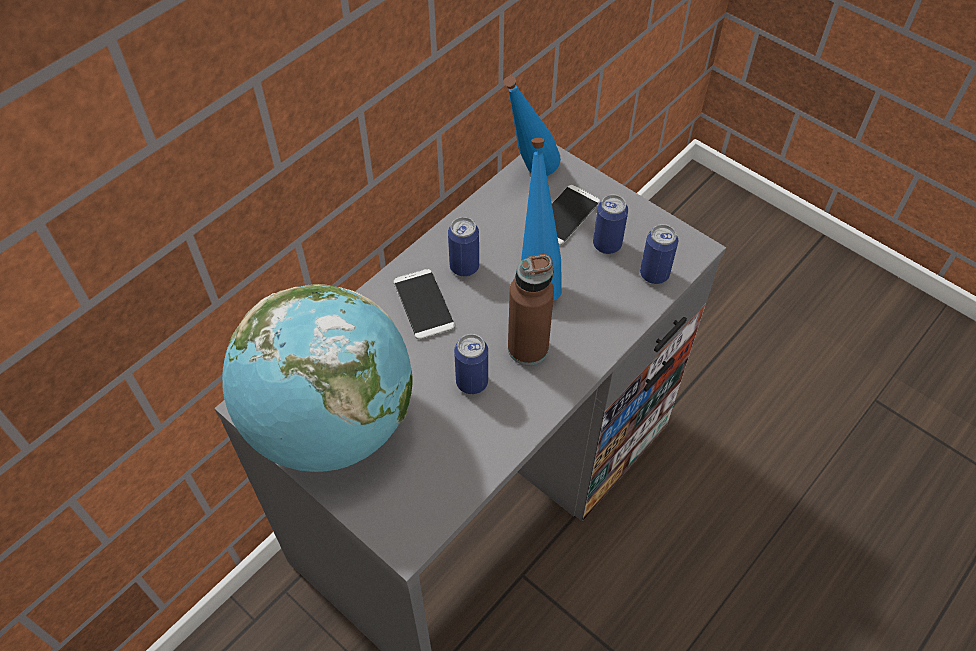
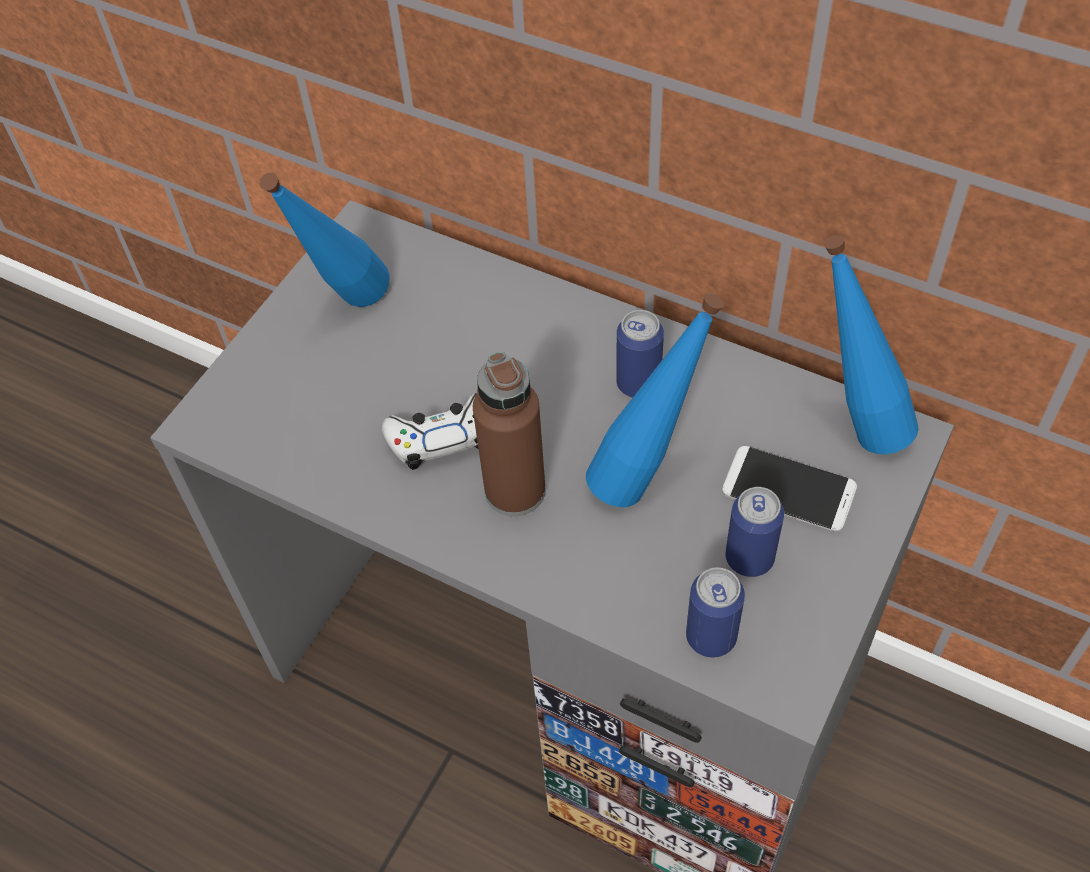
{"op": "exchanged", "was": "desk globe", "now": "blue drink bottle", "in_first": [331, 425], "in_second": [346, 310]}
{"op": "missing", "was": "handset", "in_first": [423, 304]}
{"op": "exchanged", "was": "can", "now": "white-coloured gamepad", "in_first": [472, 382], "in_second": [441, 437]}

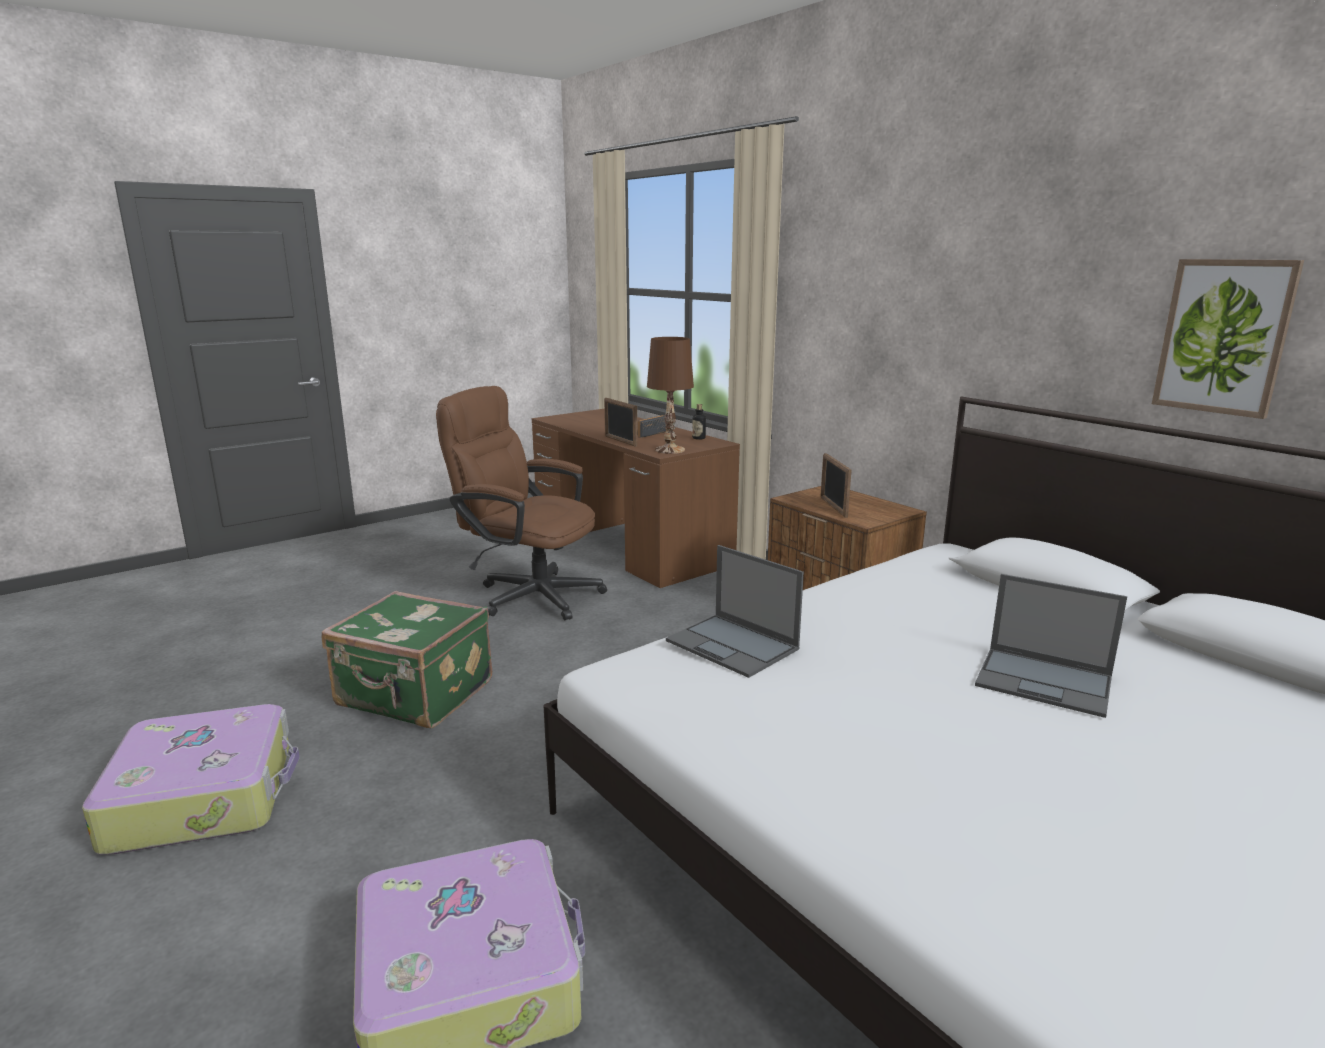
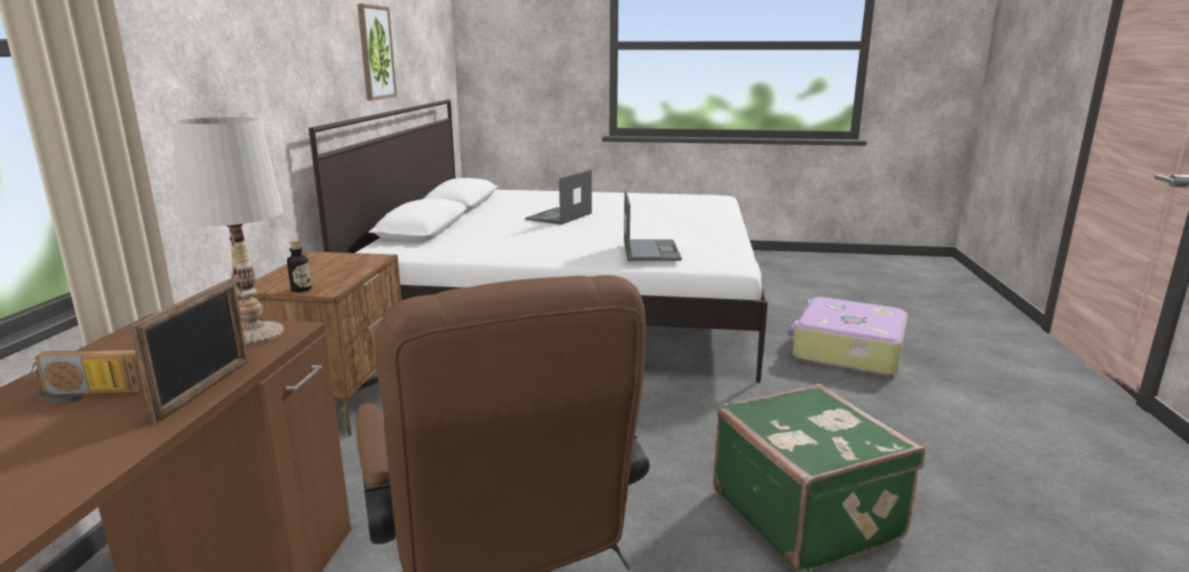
{"op": "missing", "was": "suitcase", "in_first": [205, 796]}
{"op": "colour", "was": "brownish lamp for a table", "now": "white-coloured lamp for a table", "in_first": [669, 450], "in_second": [253, 334]}
{"op": "relocated", "was": "drink bottle", "in_first": [698, 438], "in_second": [301, 289]}
{"op": "missing", "was": "standing frame", "in_first": [833, 507]}
{"op": "spun", "was": "laptop", "in_first": [1045, 682], "in_second": [559, 216], "clockwise": -135}

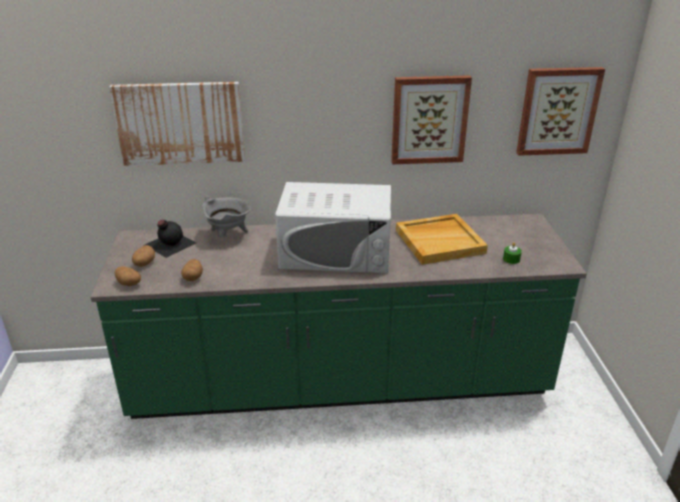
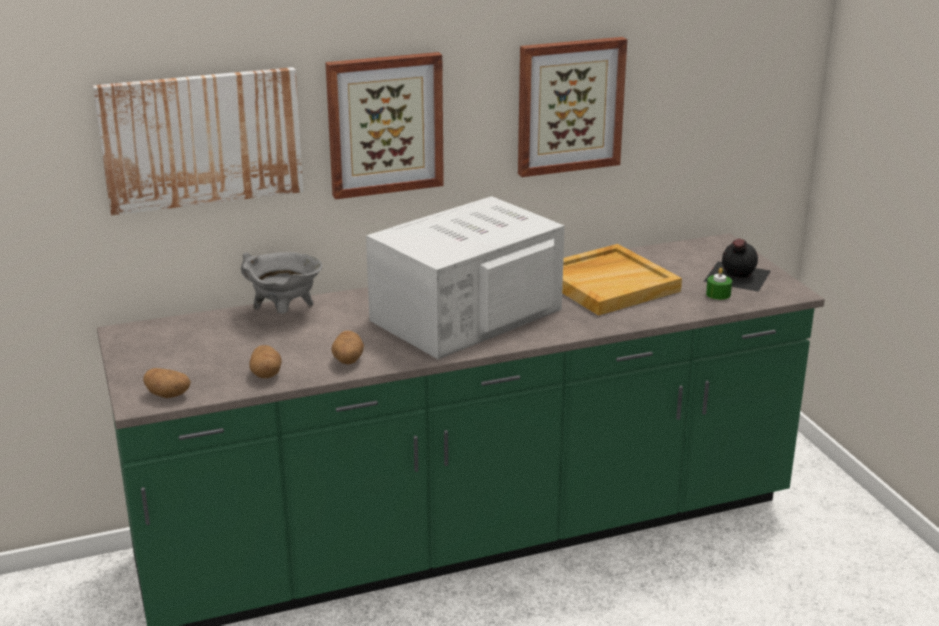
{"op": "relocated", "was": "spud", "in_first": [144, 264], "in_second": [348, 360]}
{"op": "relocated", "was": "blackish drink bottle", "in_first": [169, 244], "in_second": [736, 276]}
{"op": "spun", "was": "white-coloured microwave oven", "in_first": [336, 252], "in_second": [465, 315], "clockwise": 150}
{"op": "relocated", "was": "wall art", "in_first": [557, 111], "in_second": [384, 124]}

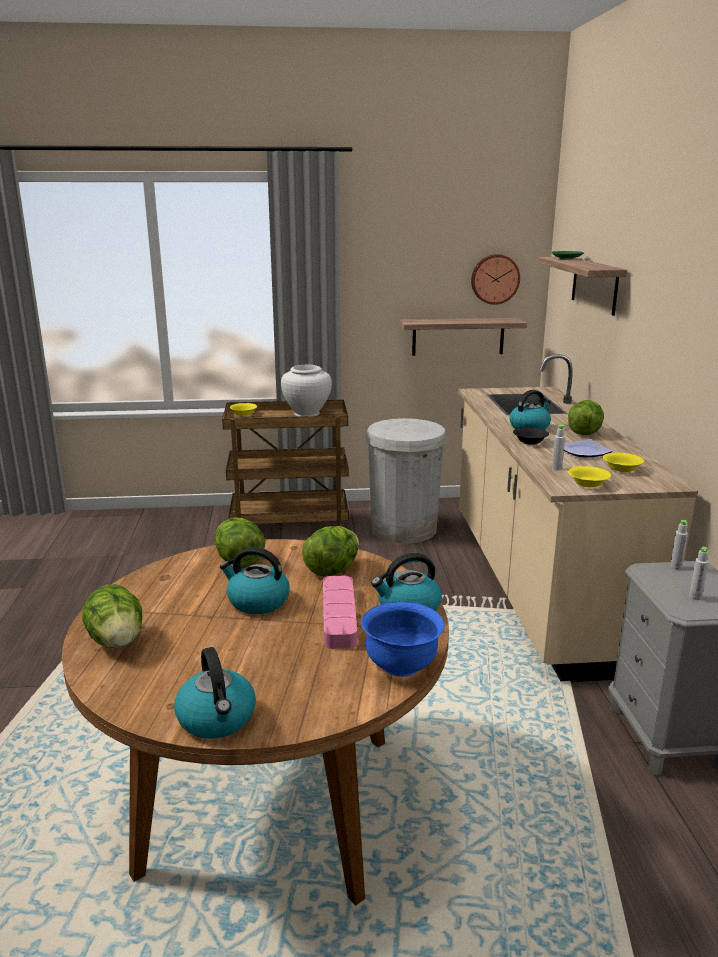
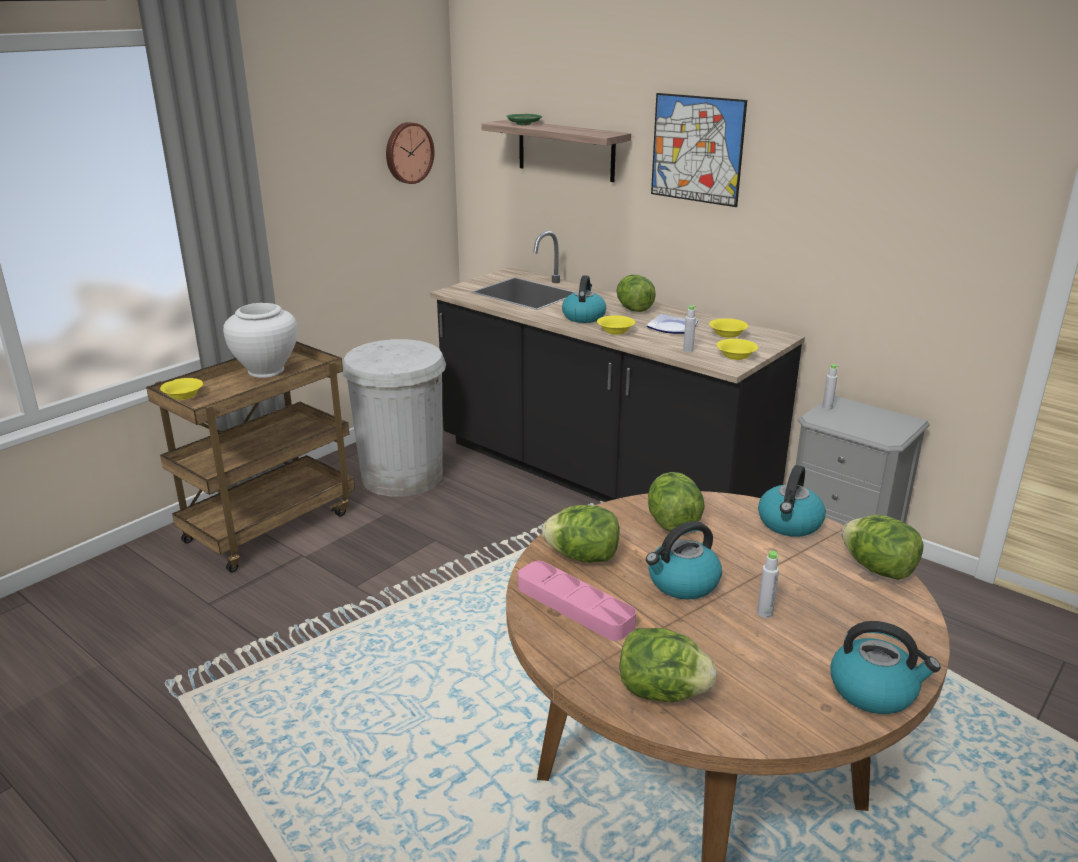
{"op": "relocated", "was": "pink-coloured tray", "in_first": [339, 616], "in_second": [574, 606]}
{"op": "exchanged", "was": "blue bowl", "now": "lettuce", "in_first": [401, 665], "in_second": [878, 569]}
{"op": "missing", "was": "shelf", "in_first": [458, 336]}
{"op": "colour", "was": "beige-coloured kitchen base unit", "now": "blackish kitchen base unit", "in_first": [538, 586], "in_second": [599, 479]}
{"op": "colour", "was": "blackish bowl", "now": "yellow bowl", "in_first": [529, 442], "in_second": [615, 331]}
{"op": "relocated", "was": "gray drink bottle", "in_first": [695, 597], "in_second": [764, 613]}
{"op": "appeared", "now": "wall art", "in_second": [697, 149]}

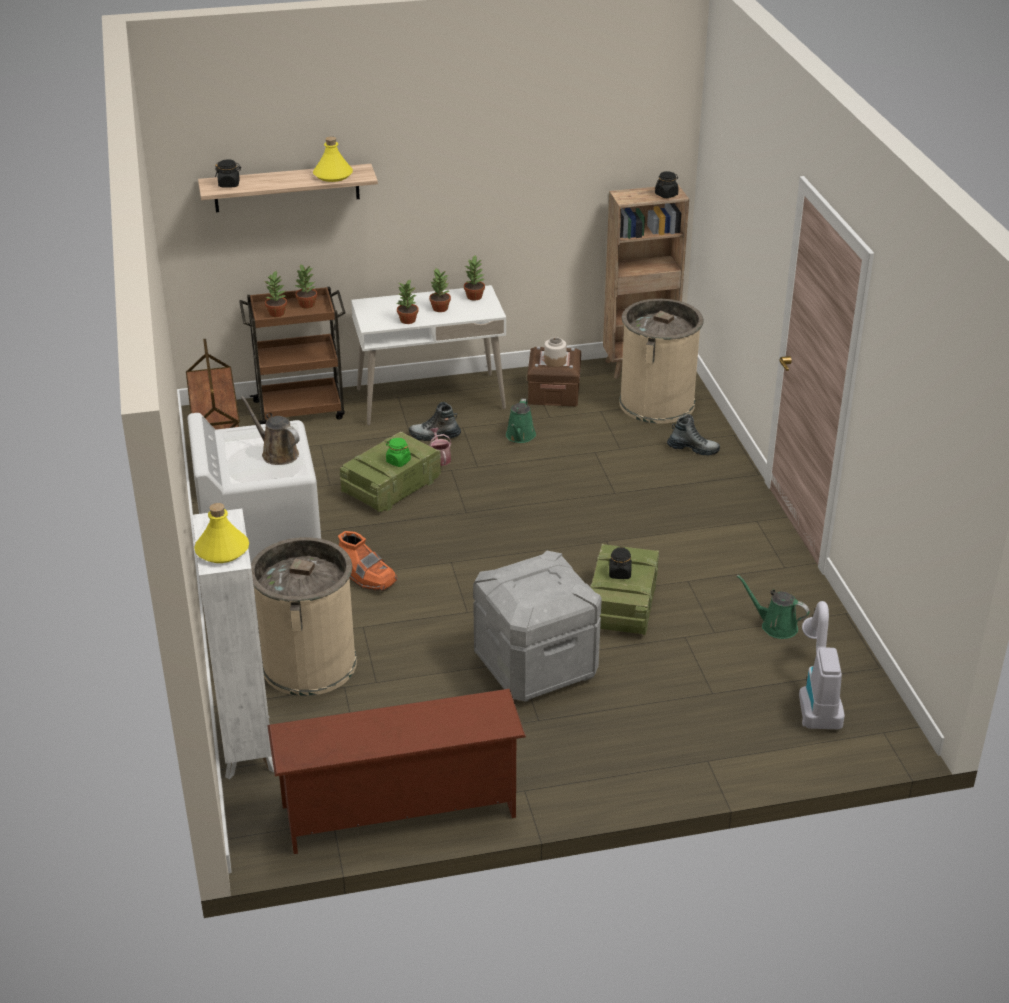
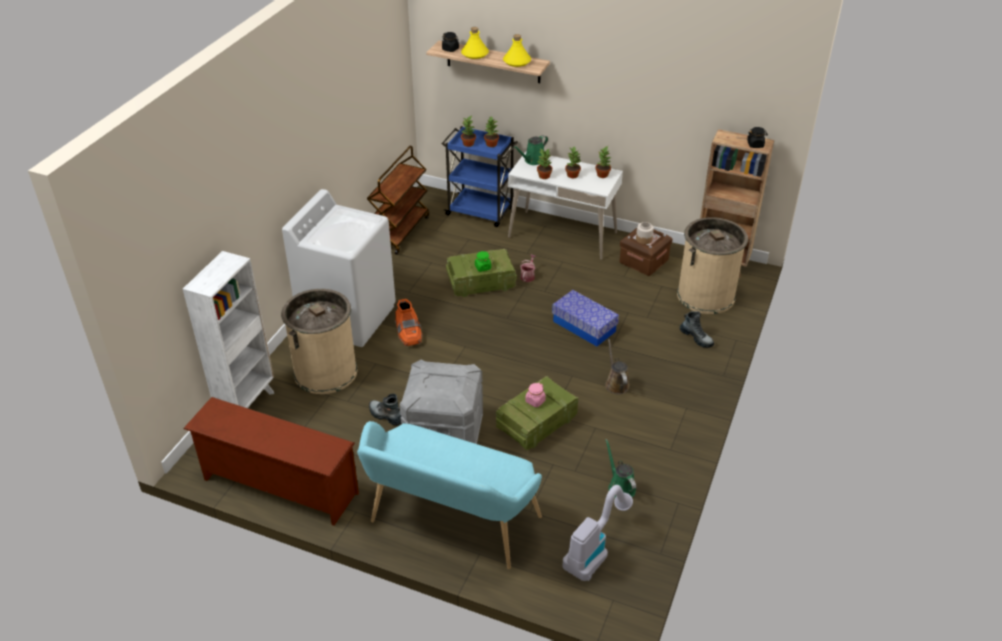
{"op": "relocated", "was": "yellow drink bottle", "in_first": [222, 550], "in_second": [475, 54]}
{"op": "colour", "was": "brownish trolley", "now": "blue trolley", "in_first": [301, 409], "in_second": [481, 212]}
{"op": "relocated", "was": "brownish watering pot", "in_first": [277, 453], "in_second": [616, 383]}
{"op": "relocated", "was": "high-top boot", "in_first": [435, 436], "in_second": [386, 416]}
{"op": "relocated", "was": "greenish watering pot", "in_first": [520, 436], "in_second": [533, 160]}
{"op": "colour", "was": "blackish jar", "now": "pink-coloured jar", "in_first": [620, 573], "in_second": [535, 401]}
{"op": "appeared", "now": "blue-green bench", "in_second": [450, 524]}
{"op": "appeared", "now": "storage container", "in_second": [584, 326]}

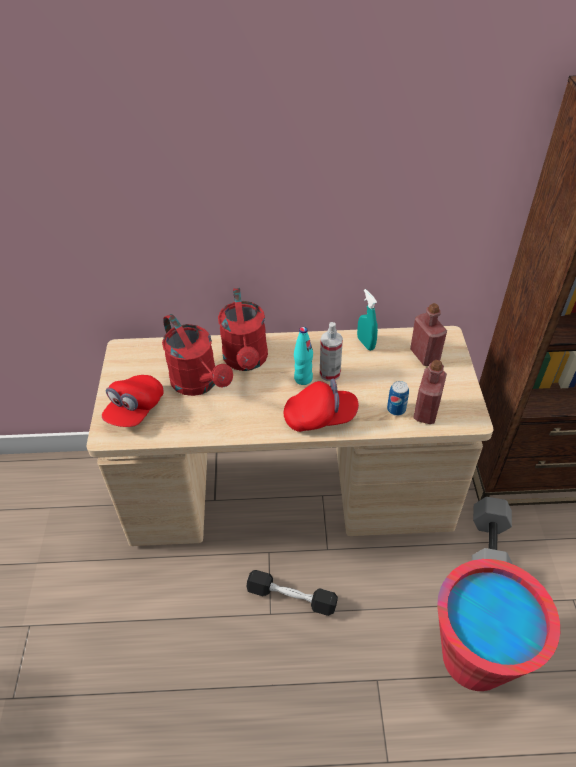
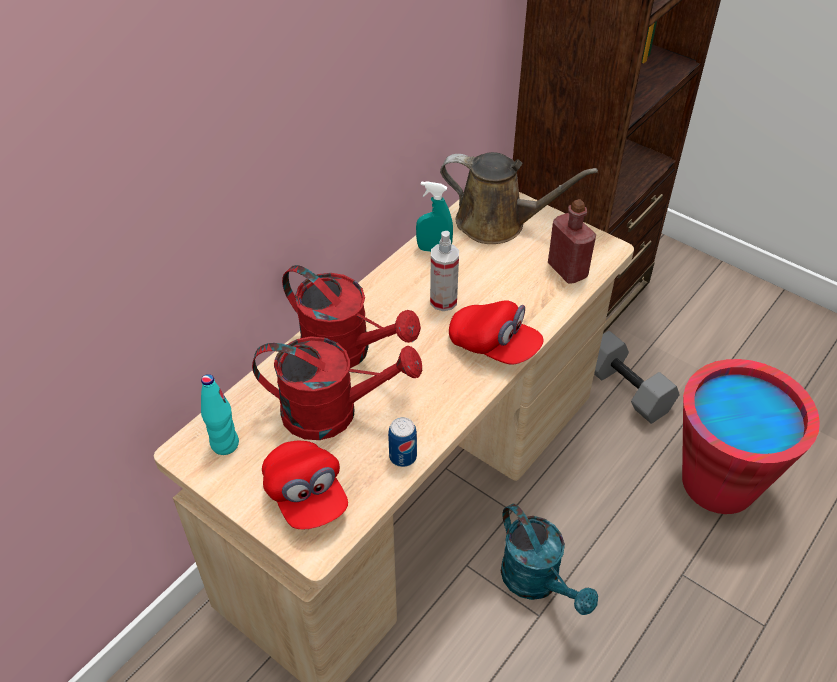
{"op": "exchanged", "was": "blackish hand weight", "now": "blue-green watering pot", "in_first": [291, 597], "in_second": [537, 582]}
{"op": "spun", "was": "reddish baseball cap", "in_first": [320, 417], "in_second": [494, 346], "clockwise": 90}
{"op": "relocated", "was": "blue-green drink bottle", "in_first": [303, 378], "in_second": [224, 444]}
{"op": "relocated", "was": "can", "in_first": [396, 409], "in_second": [403, 457]}
{"op": "exchanged", "was": "reddish drink bottle", "now": "brownish watering pot", "in_first": [424, 355], "in_second": [497, 223]}

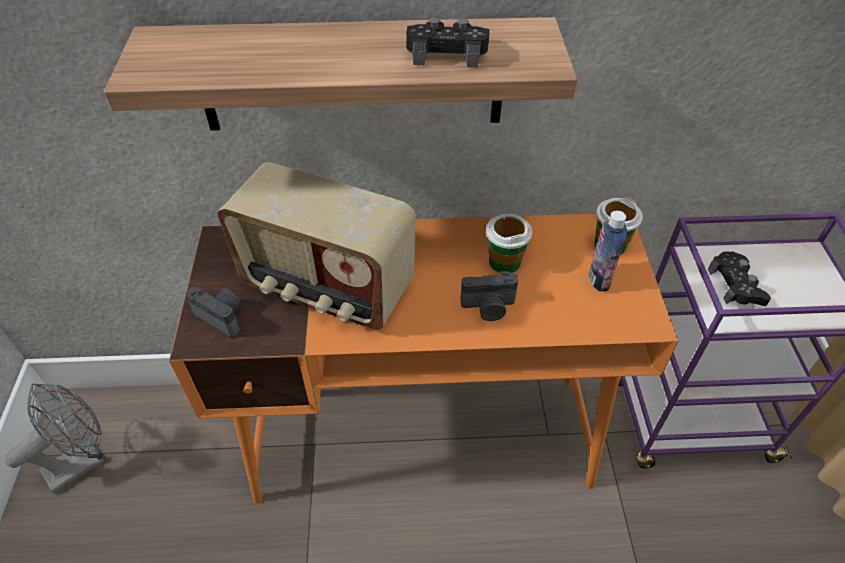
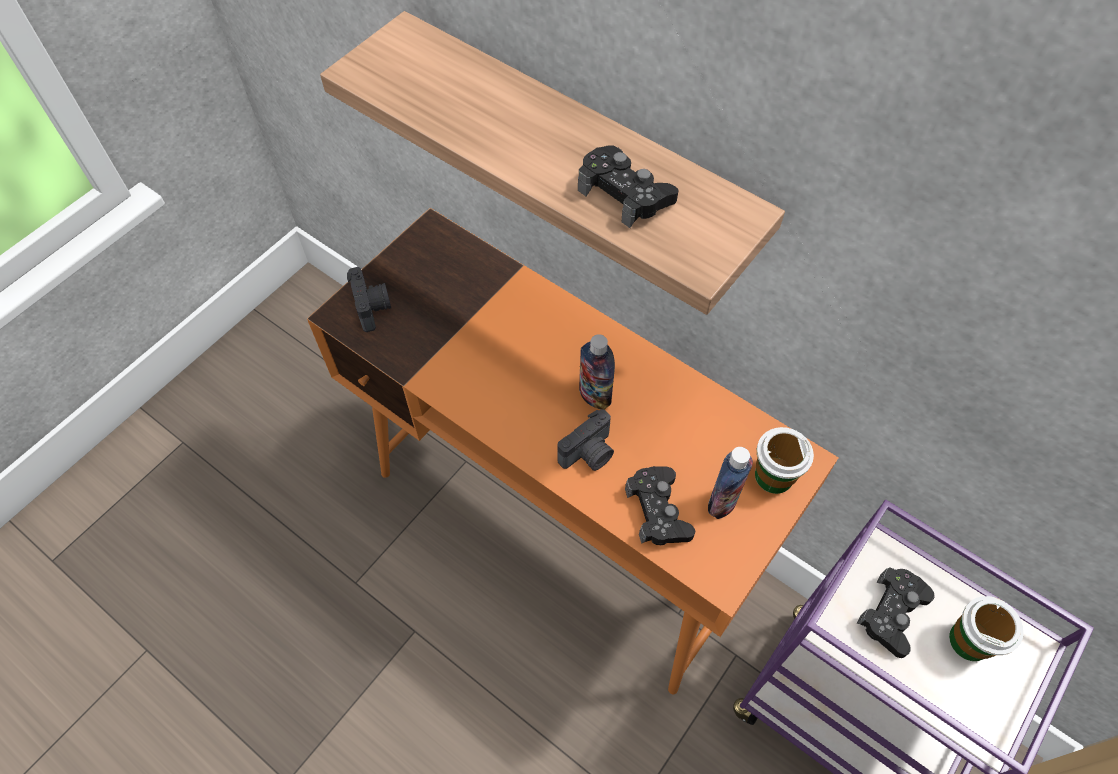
{"op": "missing", "was": "gray cooling fan", "in_first": [82, 460]}
{"op": "missing", "was": "radio", "in_first": [327, 288]}
{"op": "spun", "was": "still camera", "in_first": [488, 308], "in_second": [589, 454], "clockwise": -75}
{"op": "relocated", "was": "cup", "in_first": [504, 261], "in_second": [969, 640]}
{"op": "appeared", "now": "drink bottle", "in_second": [594, 396]}
{"op": "appeared", "now": "blackish gamepad", "in_second": [658, 511]}

